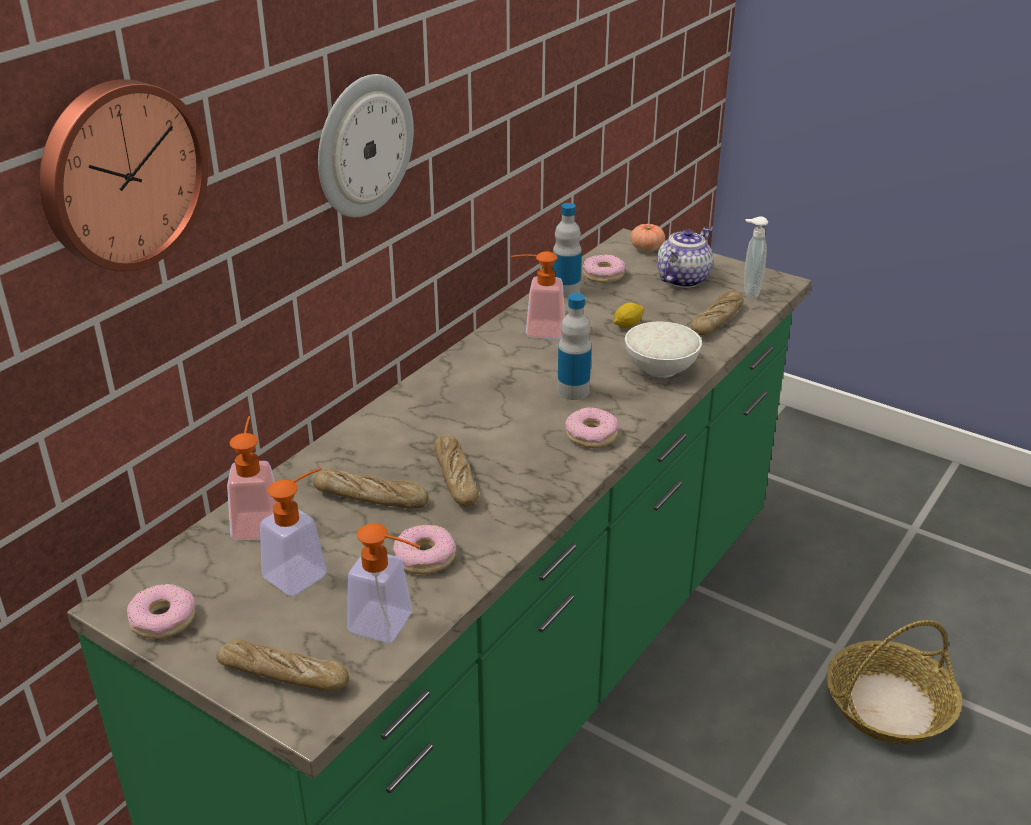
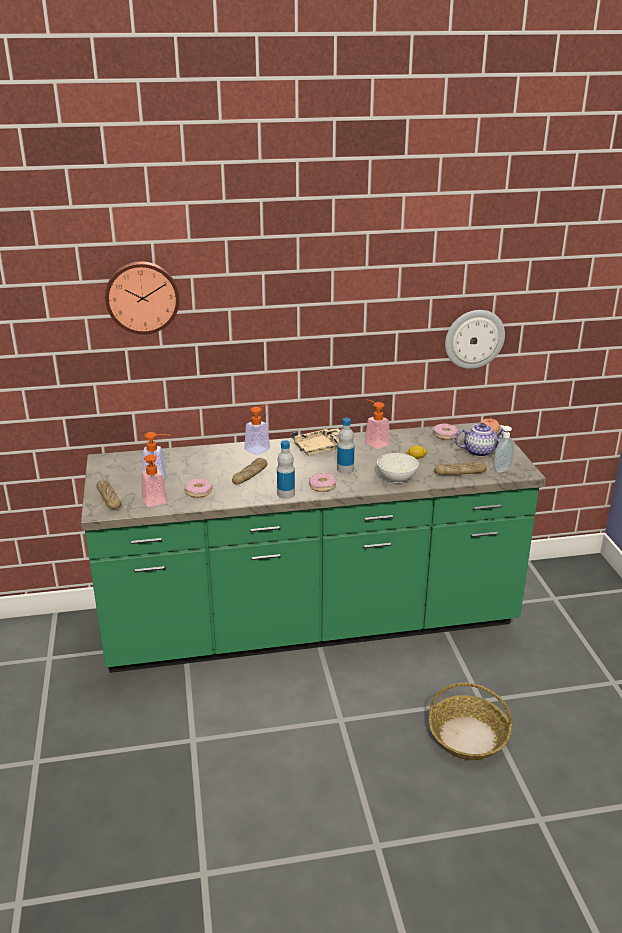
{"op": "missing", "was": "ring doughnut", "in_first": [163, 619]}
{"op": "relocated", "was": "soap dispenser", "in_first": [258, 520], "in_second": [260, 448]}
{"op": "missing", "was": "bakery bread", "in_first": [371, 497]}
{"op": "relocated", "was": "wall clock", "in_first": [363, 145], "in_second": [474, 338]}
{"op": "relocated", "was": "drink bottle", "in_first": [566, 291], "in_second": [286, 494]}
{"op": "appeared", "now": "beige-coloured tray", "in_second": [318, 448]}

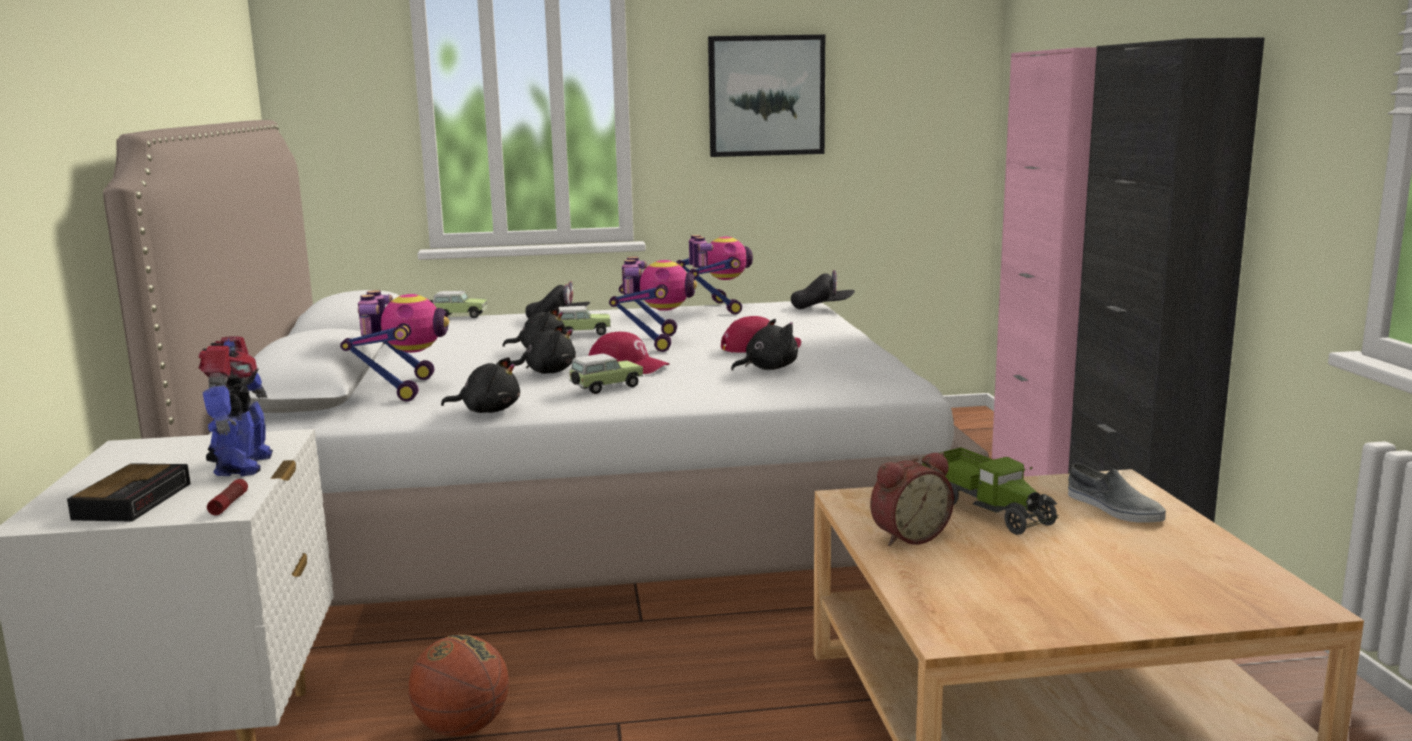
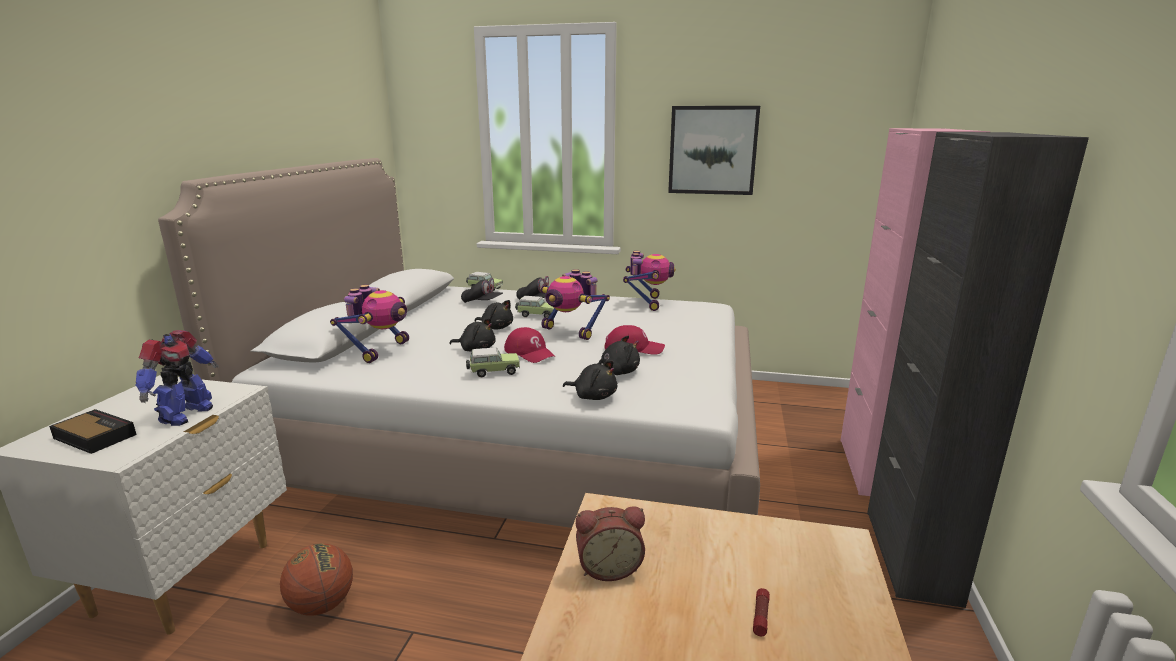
{"op": "spun", "was": "alarm clock", "in_first": [134, 500], "in_second": [94, 436], "clockwise": -90}
{"op": "relocated", "was": "torch", "in_first": [229, 504], "in_second": [760, 616]}
{"op": "relocated", "was": "blackish soft toy", "in_first": [488, 410], "in_second": [593, 396]}
{"op": "spun", "was": "model robot", "in_first": [654, 342], "in_second": [571, 331], "clockwise": 105}
{"op": "relocated", "was": "blackish baseball cap", "in_first": [822, 307], "in_second": [482, 302]}
{"op": "missing", "was": "toy truck", "in_first": [987, 510]}
{"op": "missing", "was": "gray low shoe", "in_first": [1113, 508]}

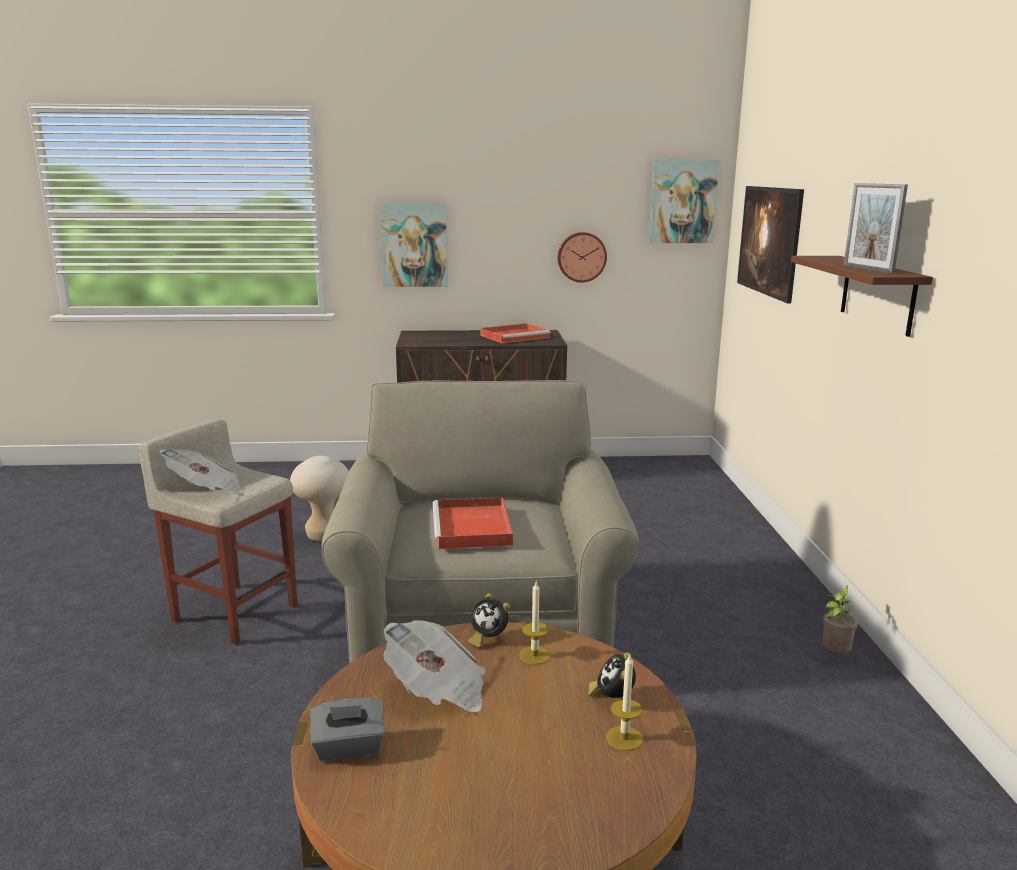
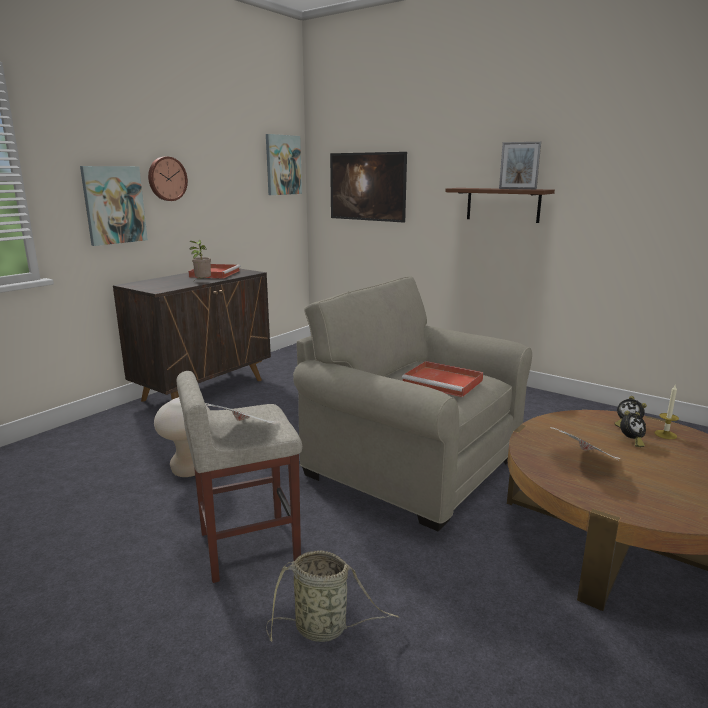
{"op": "missing", "was": "gray tissue box", "in_first": [349, 748]}
{"op": "relocated", "was": "alarm clock", "in_first": [488, 639], "in_second": [631, 441]}
{"op": "missing", "was": "wax light", "in_first": [534, 655]}
{"op": "relocated", "was": "wall clock", "in_first": [581, 257], "in_second": [166, 179]}
{"op": "relocated", "was": "plant in a pot", "in_first": [833, 654], "in_second": [202, 282]}
{"op": "appeared", "now": "storage basket", "in_second": [324, 628]}

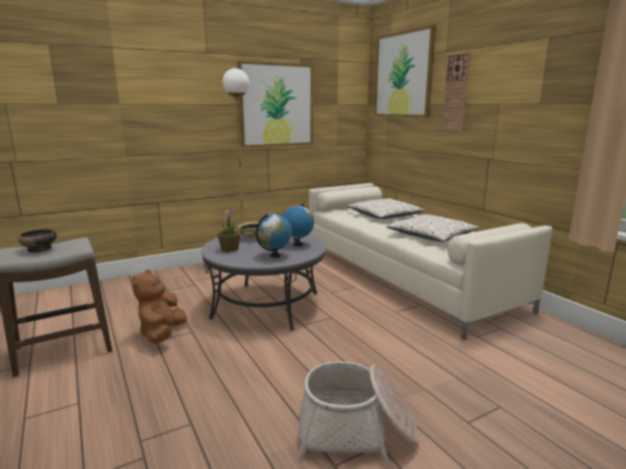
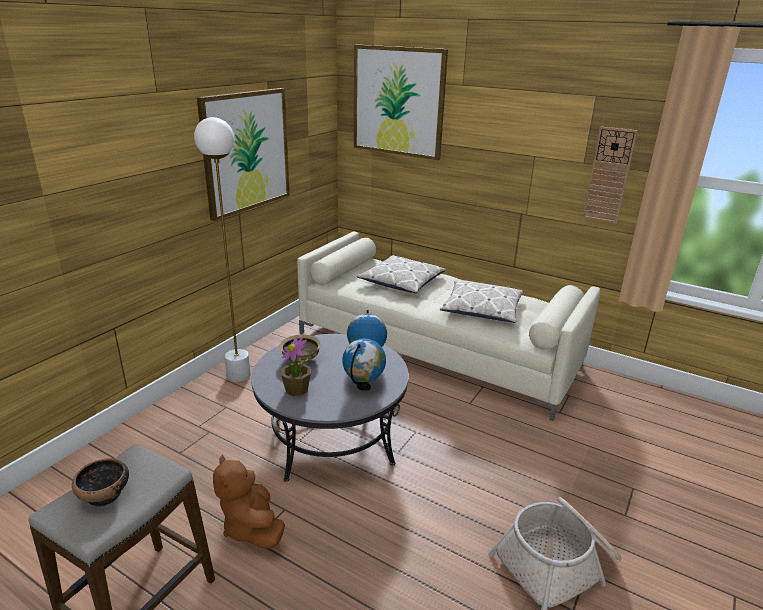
{"op": "relocated", "was": "wall clock", "in_first": [456, 92], "in_second": [609, 175]}

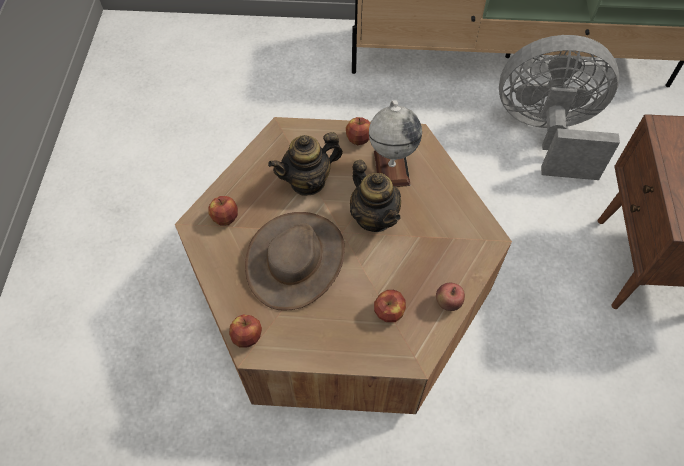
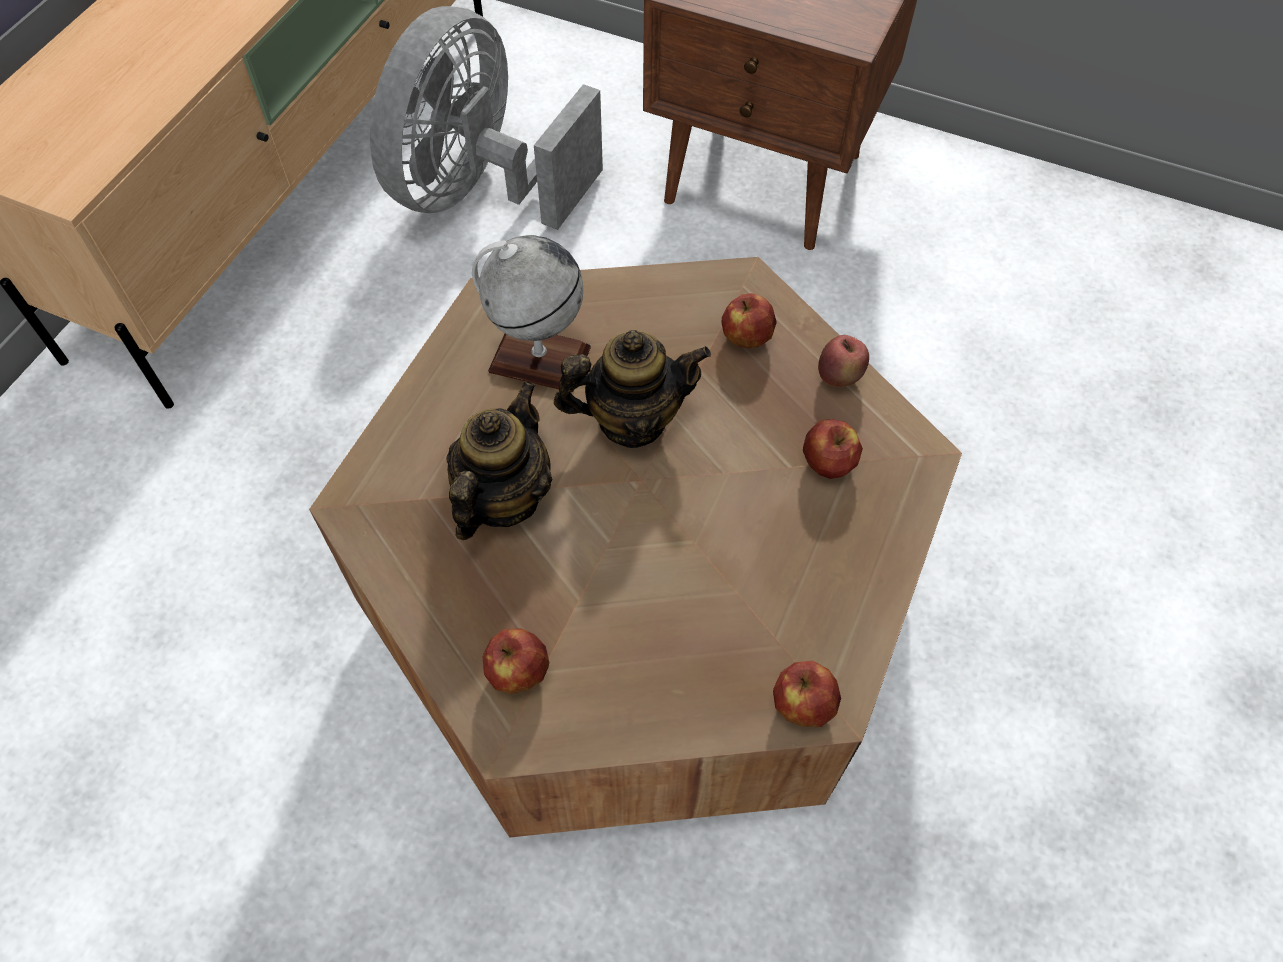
{"op": "missing", "was": "brownish clothing hat", "in_first": [296, 260]}
{"op": "spun", "was": "tea pot", "in_first": [308, 181], "in_second": [503, 498], "clockwise": -150}
{"op": "relocated", "was": "apple fruit", "in_first": [358, 139], "in_second": [747, 337]}

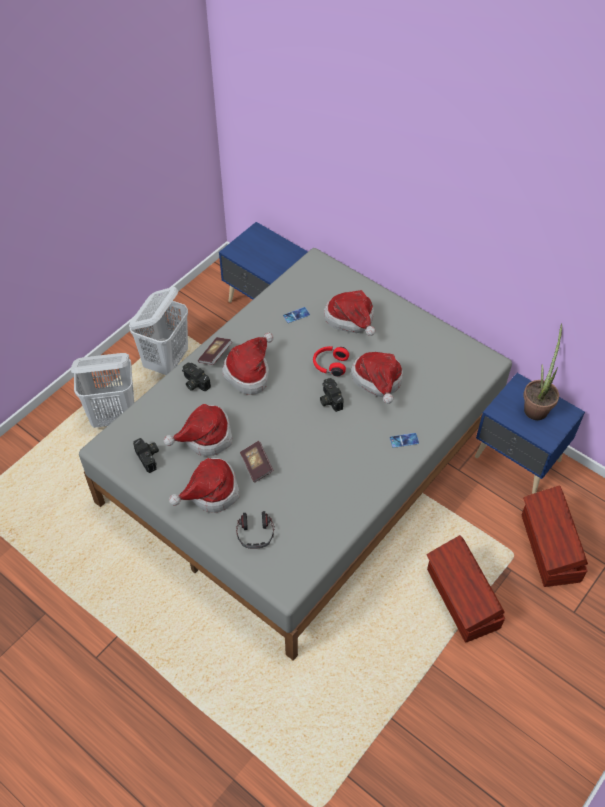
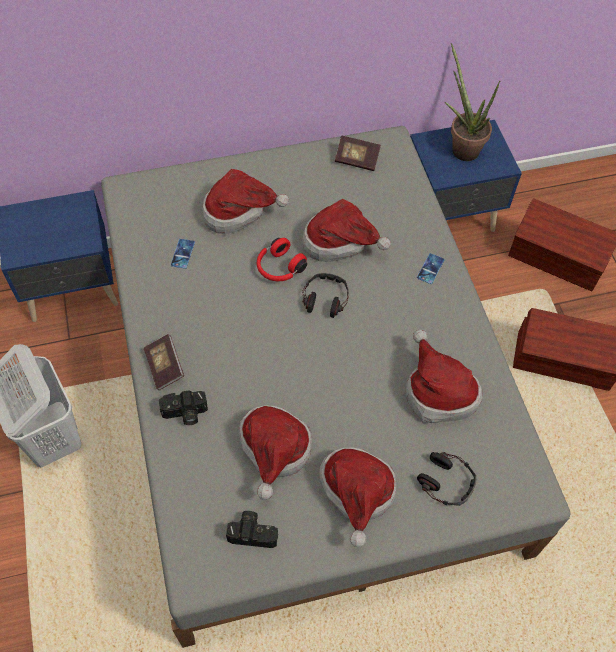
{"op": "missing", "was": "white-coloured laundry basket", "in_first": [115, 416]}
{"op": "relocated", "was": "clothing hat", "in_first": [249, 372], "in_second": [437, 391]}
{"op": "relocated", "was": "bound book", "in_first": [256, 466], "in_second": [356, 160]}
{"op": "exchanged", "was": "still camera", "now": "pair of headphones", "in_first": [329, 400], "in_second": [325, 298]}

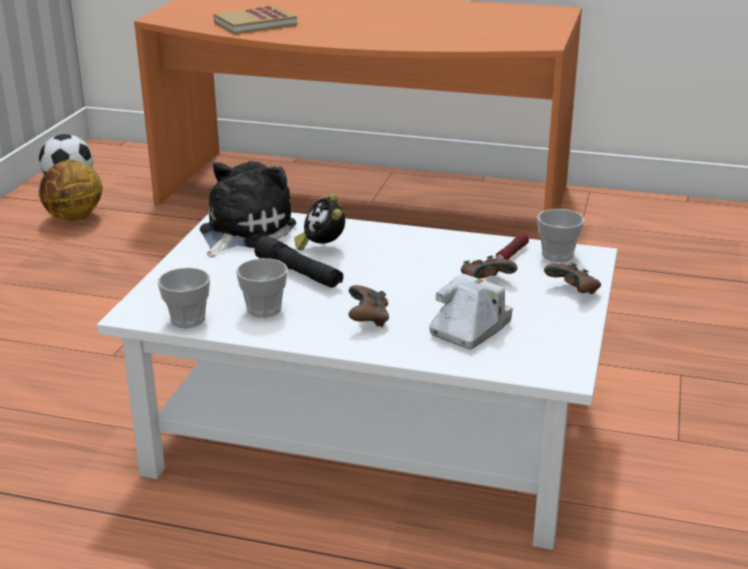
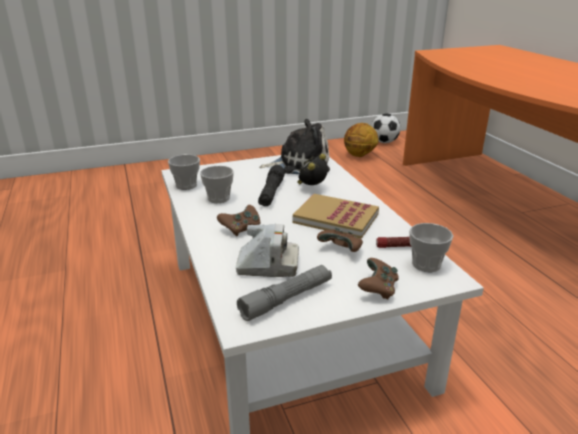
{"op": "relocated", "was": "bound book", "in_first": [255, 23], "in_second": [336, 218]}
{"op": "appeared", "now": "gray torch", "in_second": [287, 299]}

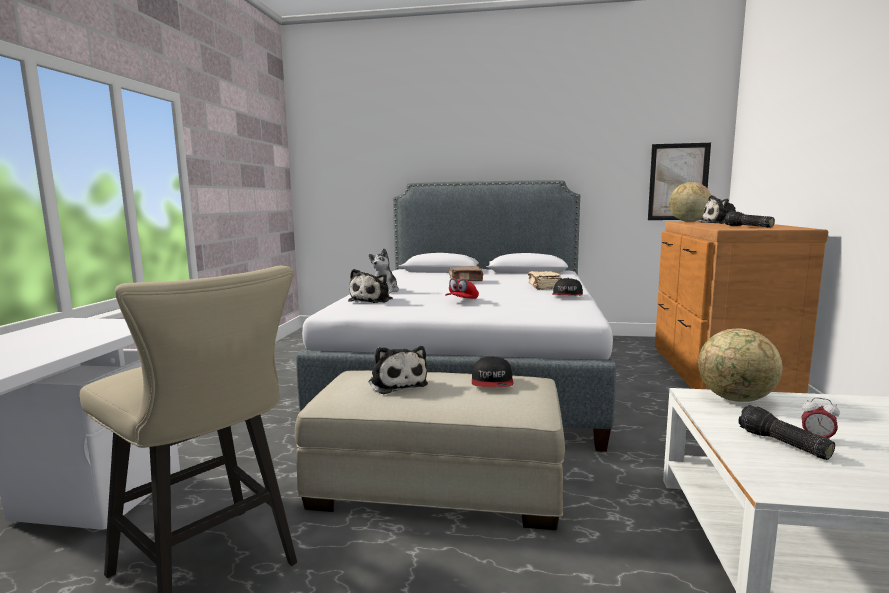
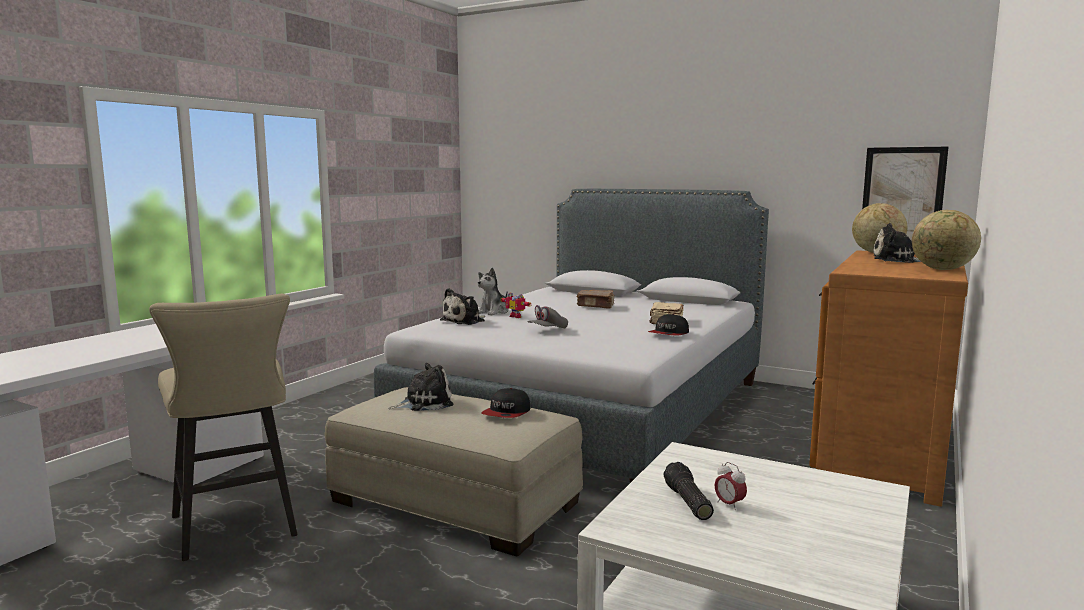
{"op": "spun", "was": "soft toy", "in_first": [397, 384], "in_second": [424, 403], "clockwise": -105}
{"op": "colour", "was": "reddish baseball cap", "now": "gray baseball cap", "in_first": [462, 301], "in_second": [547, 330]}
{"op": "relocated", "was": "desk globe", "in_first": [735, 399], "in_second": [942, 269]}
{"op": "missing", "was": "torch", "in_first": [747, 227]}
{"op": "appeared", "now": "model robot", "in_second": [517, 316]}

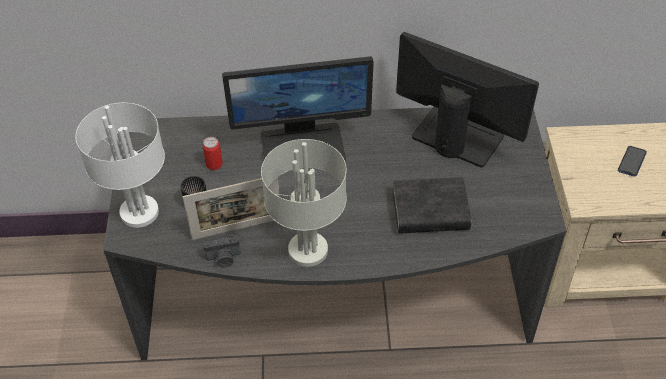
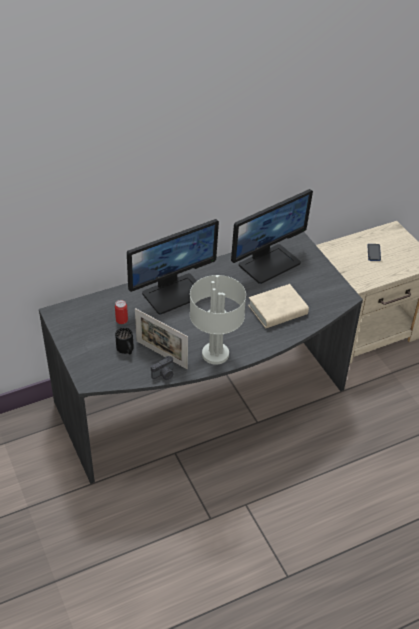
{"op": "missing", "was": "white-coloured lamp for a table", "in_first": [140, 212]}
{"op": "spun", "was": "standing frame", "in_first": [237, 228], "in_second": [161, 354], "clockwise": 75}
{"op": "colour", "was": "blackish bound book", "now": "beige-coloured bound book", "in_first": [430, 211], "in_second": [277, 310]}
{"op": "spun", "was": "computer screen", "in_first": [456, 137], "in_second": [269, 263], "clockwise": 135}

